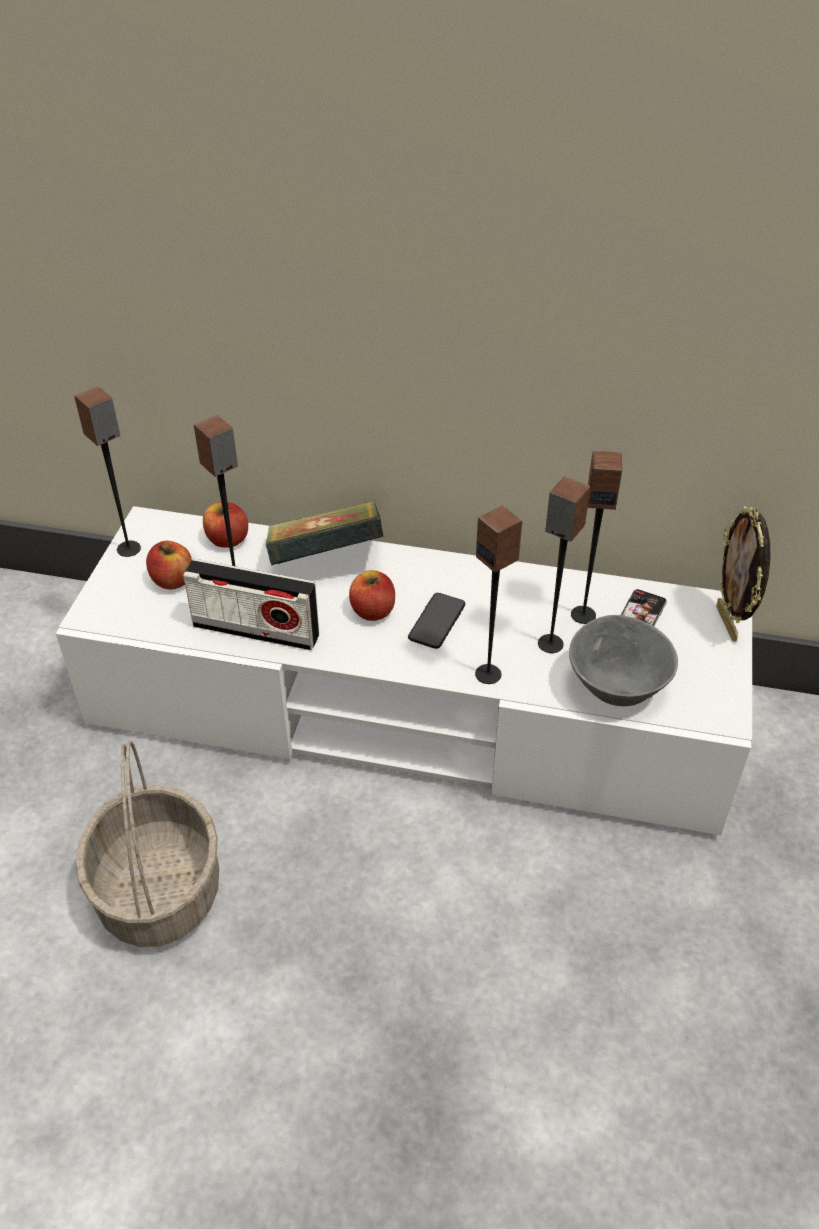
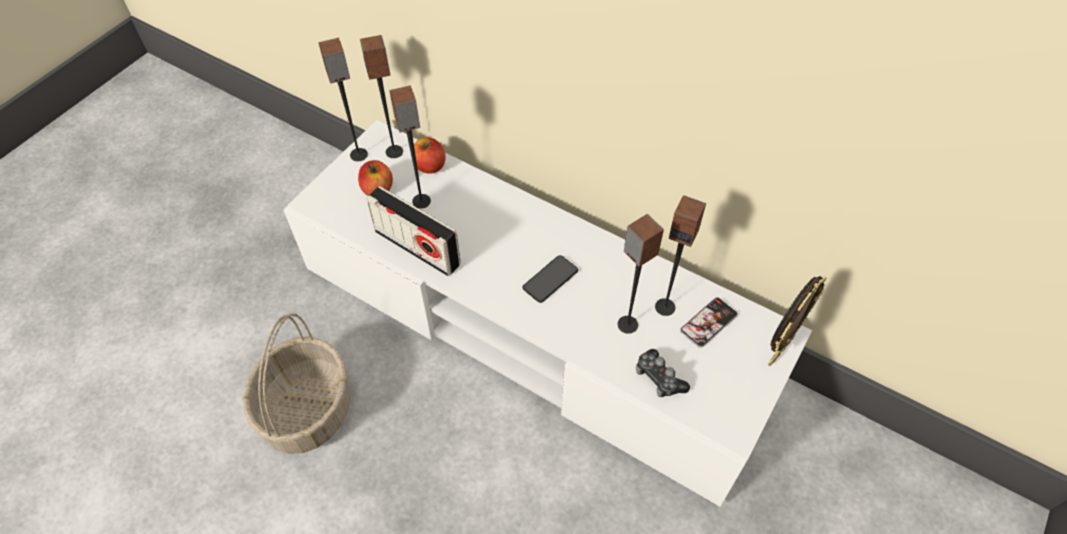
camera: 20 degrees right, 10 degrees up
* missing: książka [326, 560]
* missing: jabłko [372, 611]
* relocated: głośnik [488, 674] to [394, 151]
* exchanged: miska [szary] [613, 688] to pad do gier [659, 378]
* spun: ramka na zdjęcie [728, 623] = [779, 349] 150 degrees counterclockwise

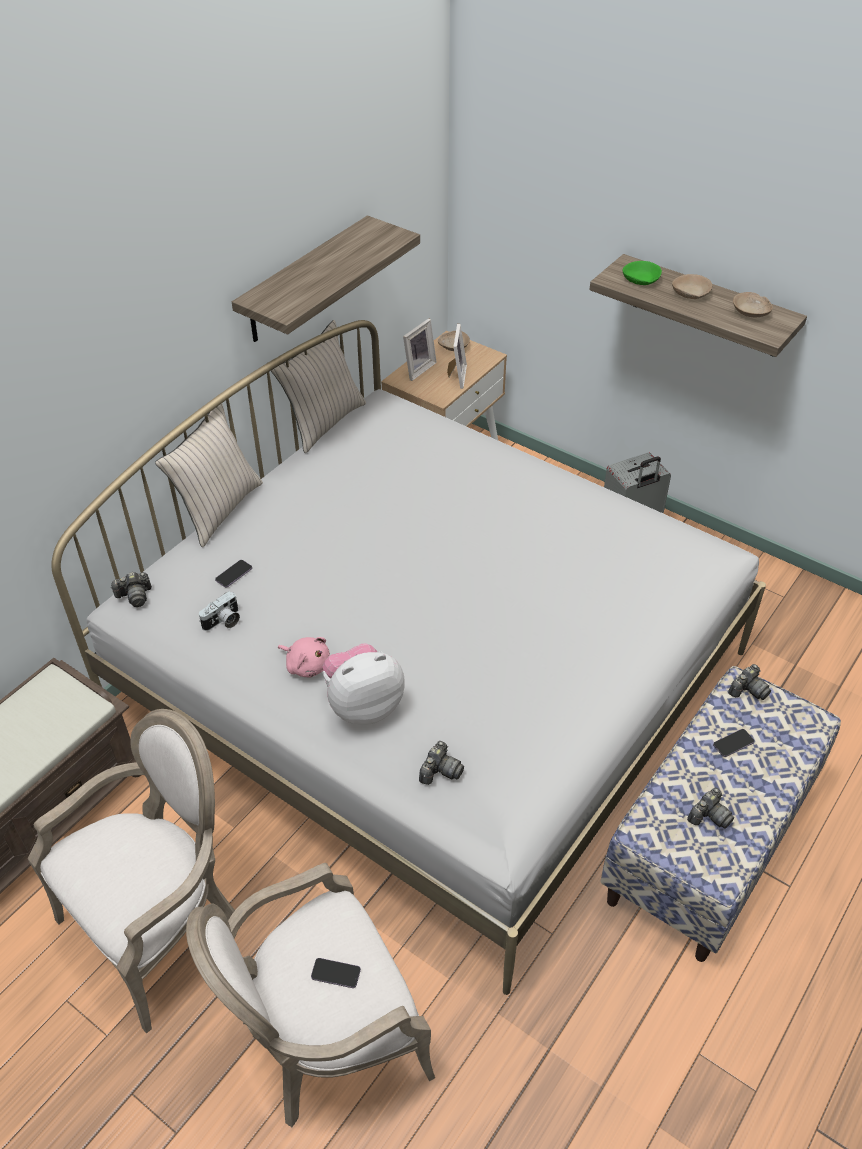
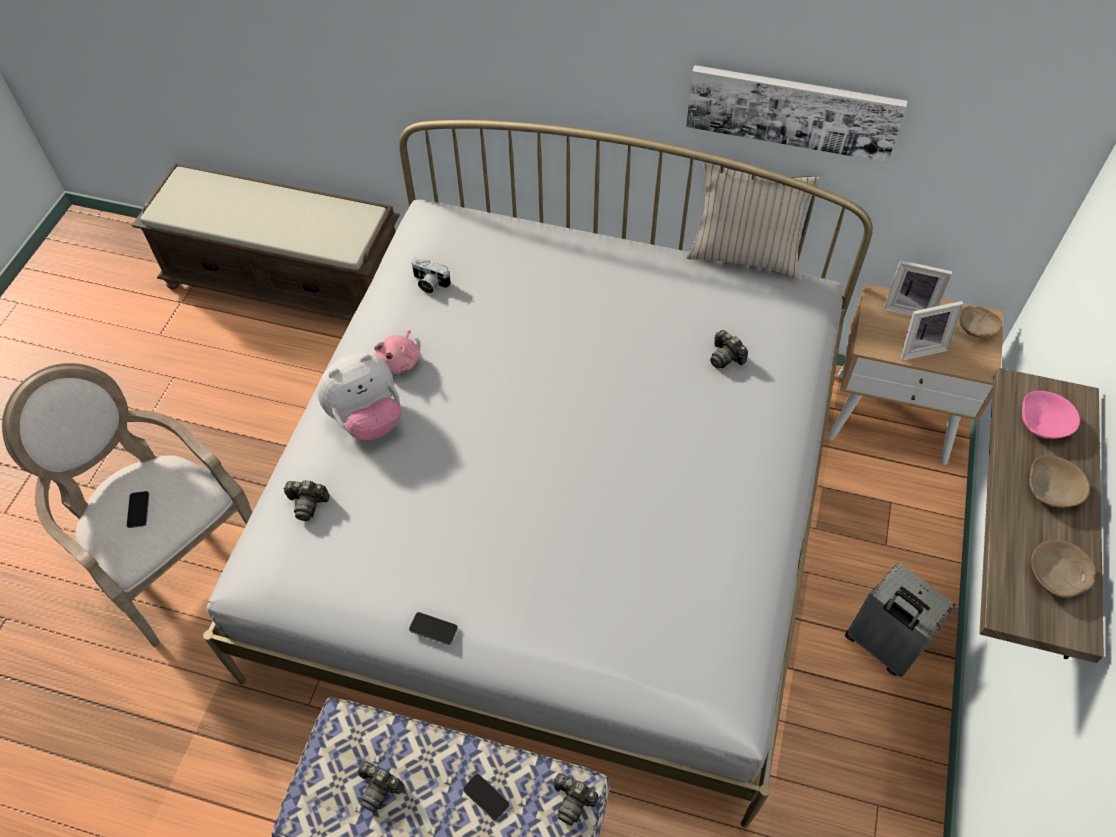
camera: 70 degrees right, 10 degrees up
* missing: fotel [162, 925]
* relocated: aparat fotograficzny [135, 596] to [725, 357]
* missing: poduszka [beżowy] [218, 509]
* relocated: telefon [234, 574] to [433, 629]
* exchanged: półka [305, 280] to obraz [792, 111]
* spun: pluszak [363, 705] = [367, 419] 105 degrees clockwise
* colour: miska [zielony] [641, 280] to miska [różowy] [1043, 423]

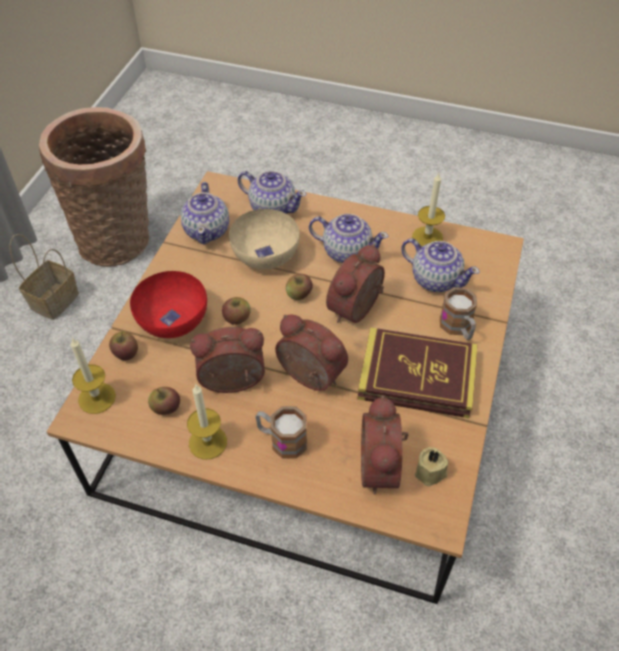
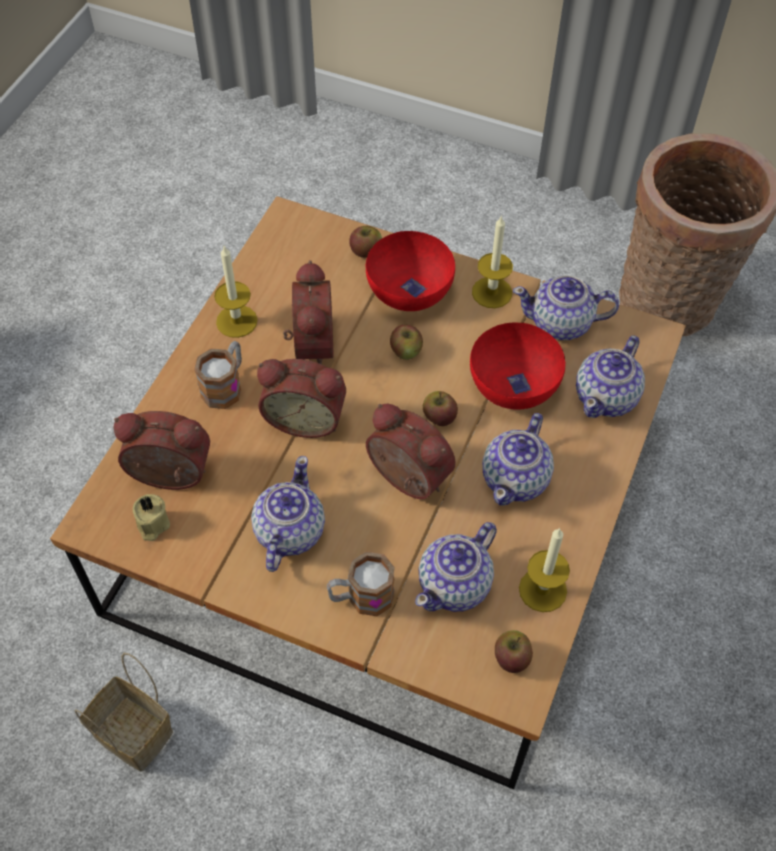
camera: 95 degrees right, 5 degrees up
* relocated: koszyk [55, 299] to [136, 734]
* relocated: świeca [97, 398] to [492, 292]
* relocated: jabłko [166, 408] to [511, 658]
* colour: miska [beżowy] [264, 255] to miska [czerwony] [512, 384]
* spun: budzik [309, 377] = [306, 417] 60 degrees clockwise
* exchanged: książka [417, 376] to imbryk [288, 532]

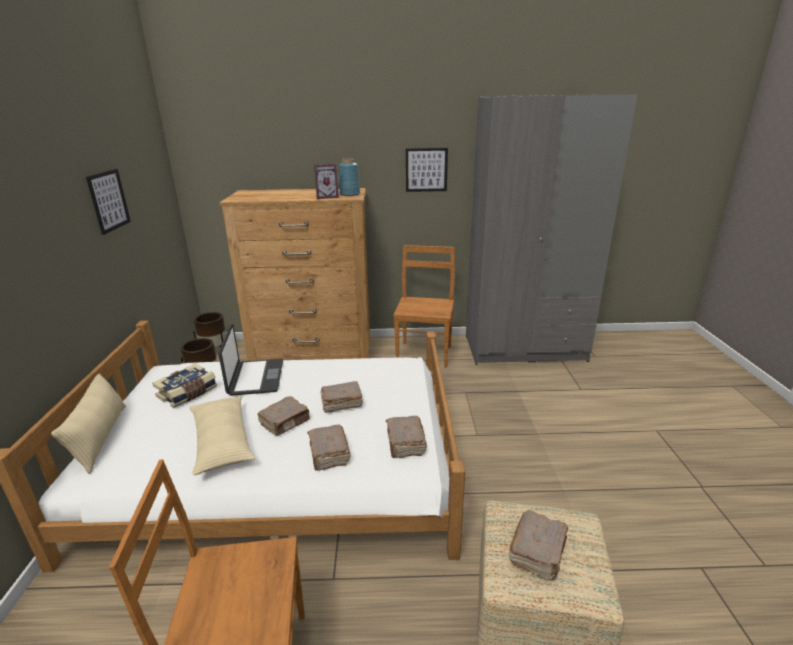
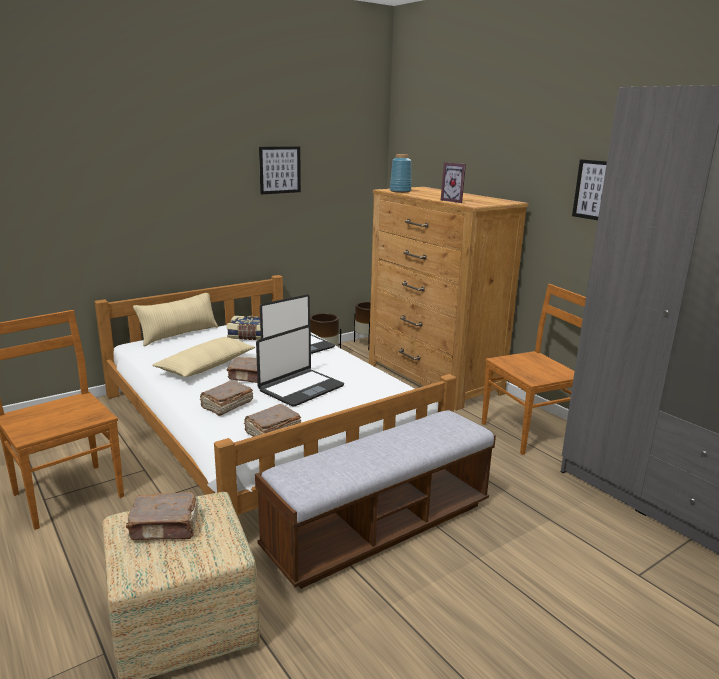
camera: 55 degrees right, 5 degrees down
* exchanged: książka [brązowy] [341, 403] to laptop [300, 388]
* relocated: wazon [niebieski] [349, 194] to [400, 191]
* appeared: ławka [380, 527]

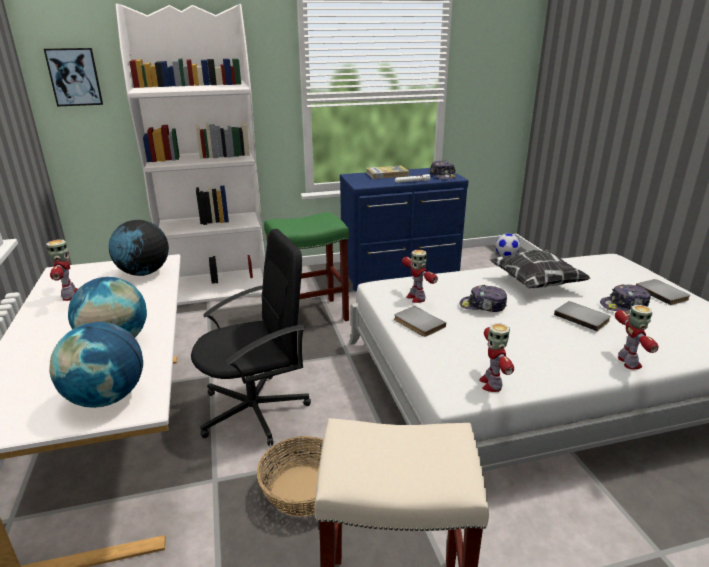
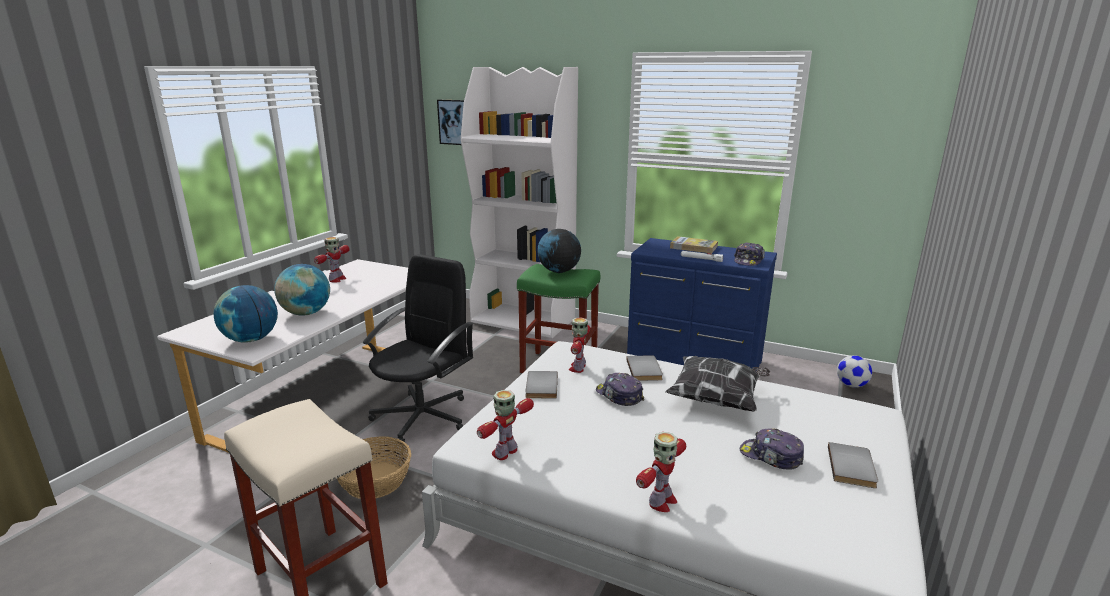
camera: 40 degrees right, 5 degrees down
* relocated: globus [143, 273] to [559, 271]
* spun: krzesło biurowe [czarny] [255, 410] = [423, 416] 75 degrees counterclockwise
* relocated: książka [szary] [582, 317] to [645, 370]

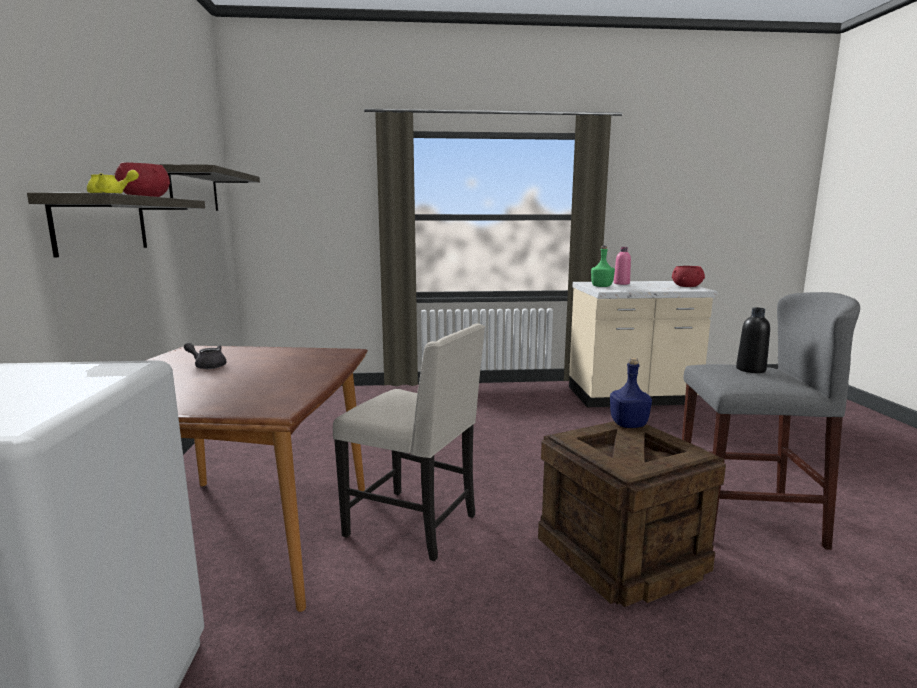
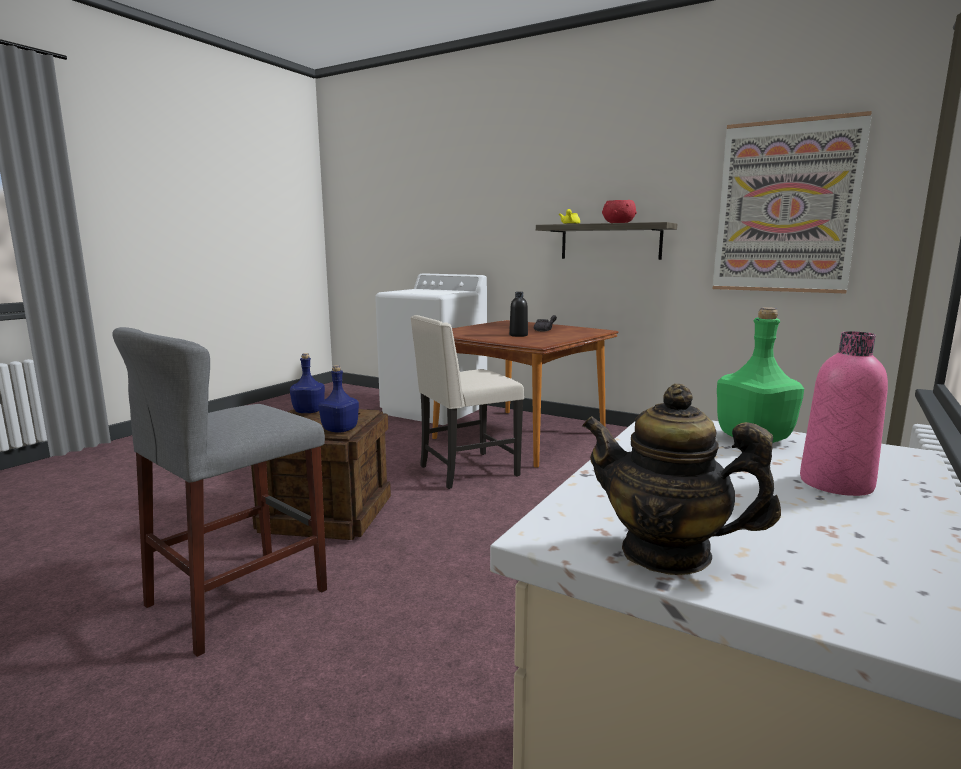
camera: 125 degrees right, 0 degrees up
* exchanged: półka [194, 190] to obraz [785, 207]
* exchanged: miska [czerwony] [687, 286] to imbryk [666, 552]
* relocated: butelka [czarny] [750, 370] to [518, 335]
* appeared: butelka [niebieski] [308, 411]

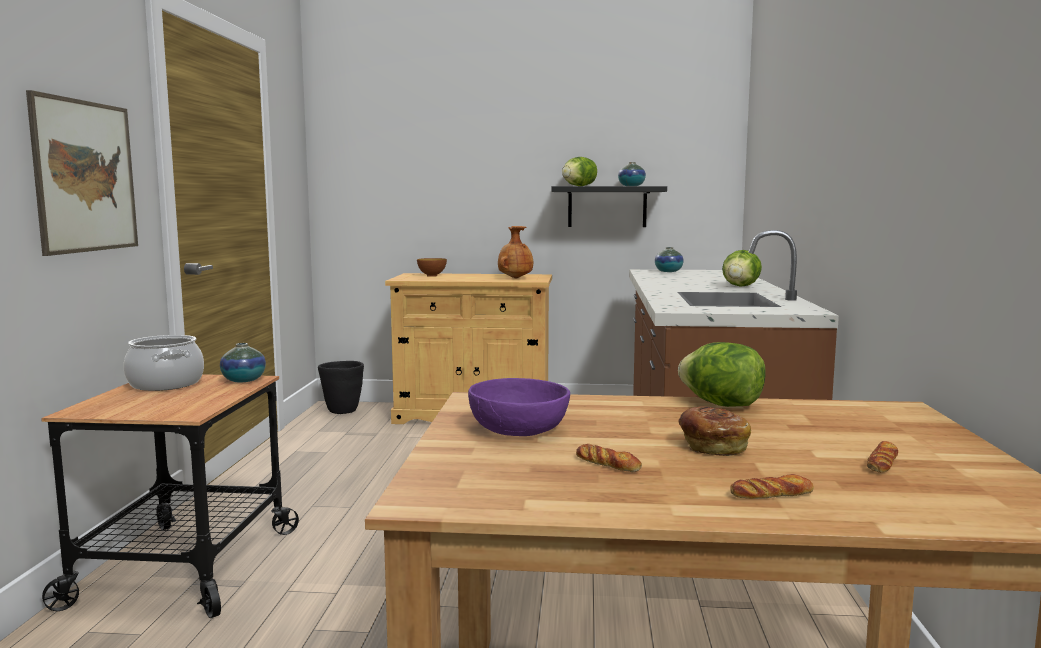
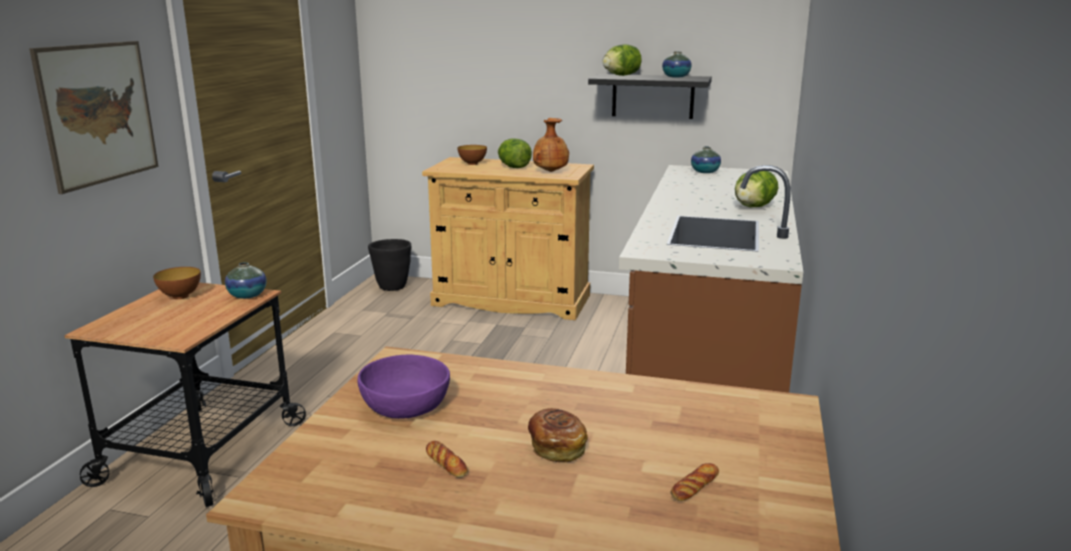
camera: 10 degrees right, 10 degrees up
* exchanged: garnek [165, 384] to miska [180, 296]
* relocated: sałata [721, 404] to [514, 167]
* missing: chleb [771, 494]

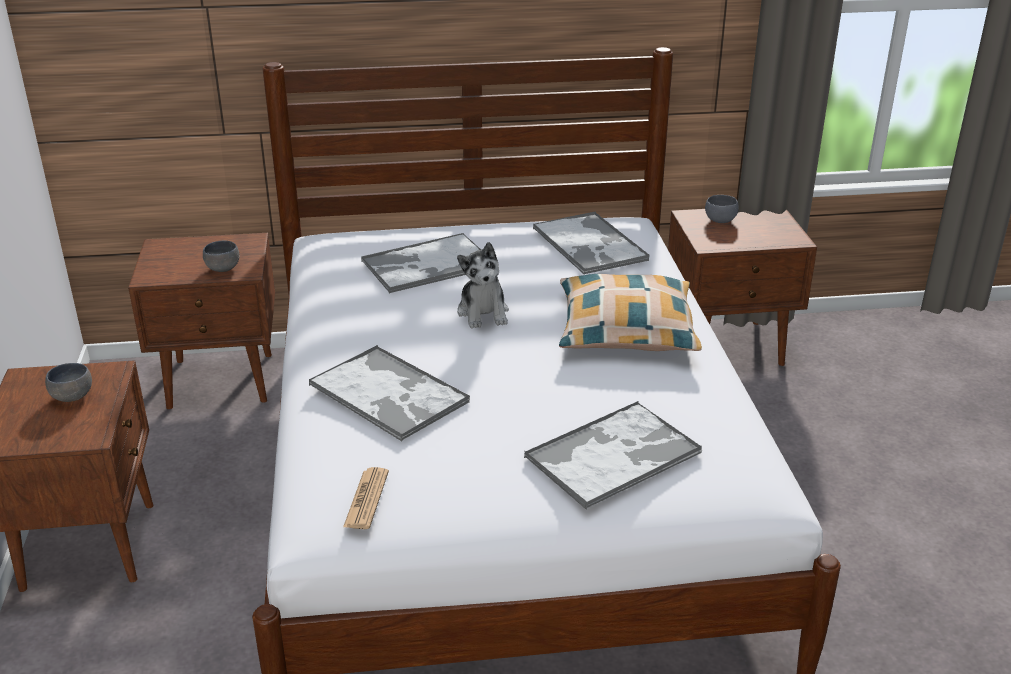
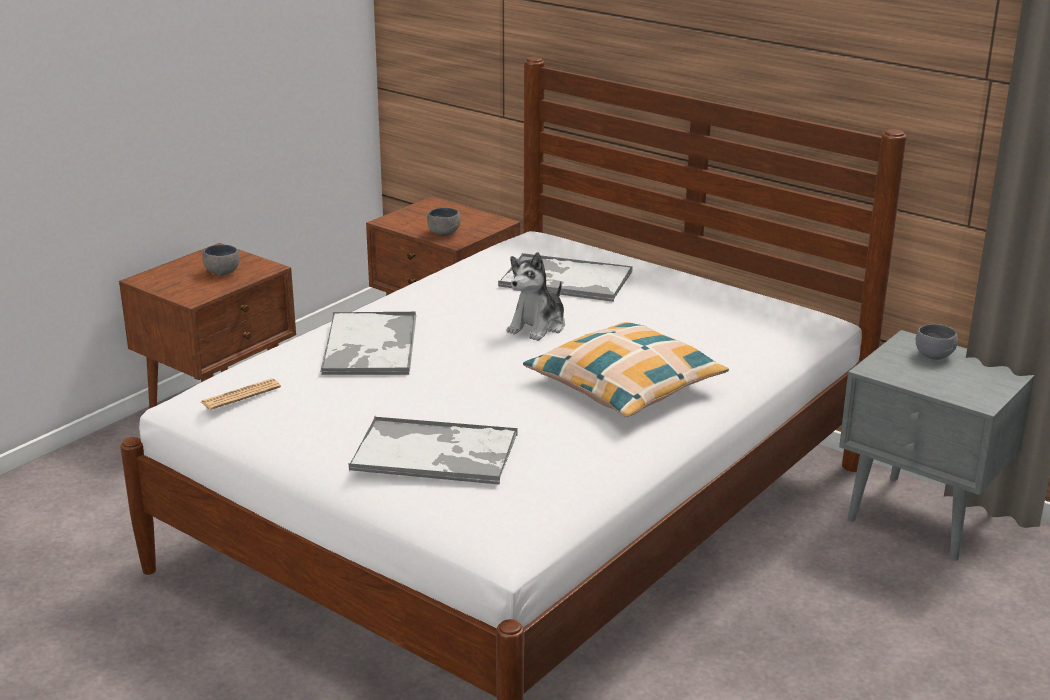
camera: 45 degrees right, 5 degrees down
* missing: taca [590, 245]
* colour: szafka nocna [brązowy] [729, 346] to szafka nocna [szary] [924, 518]

